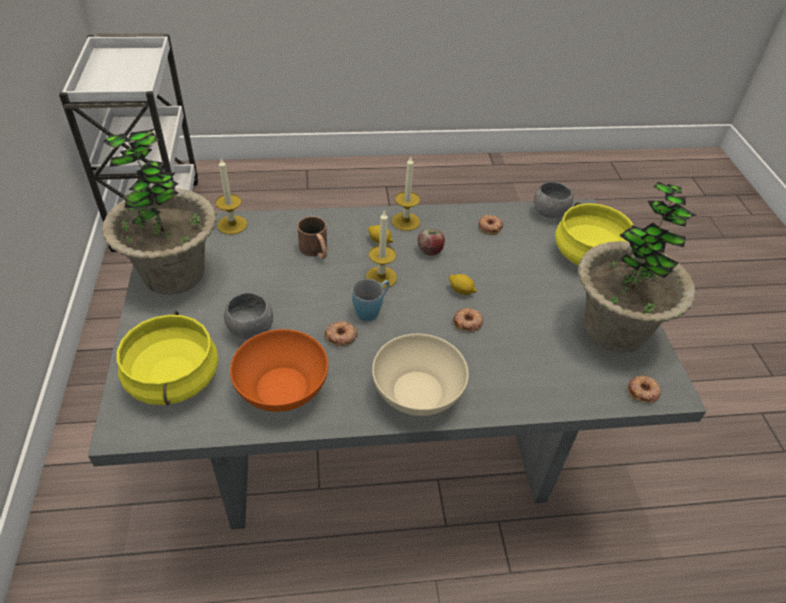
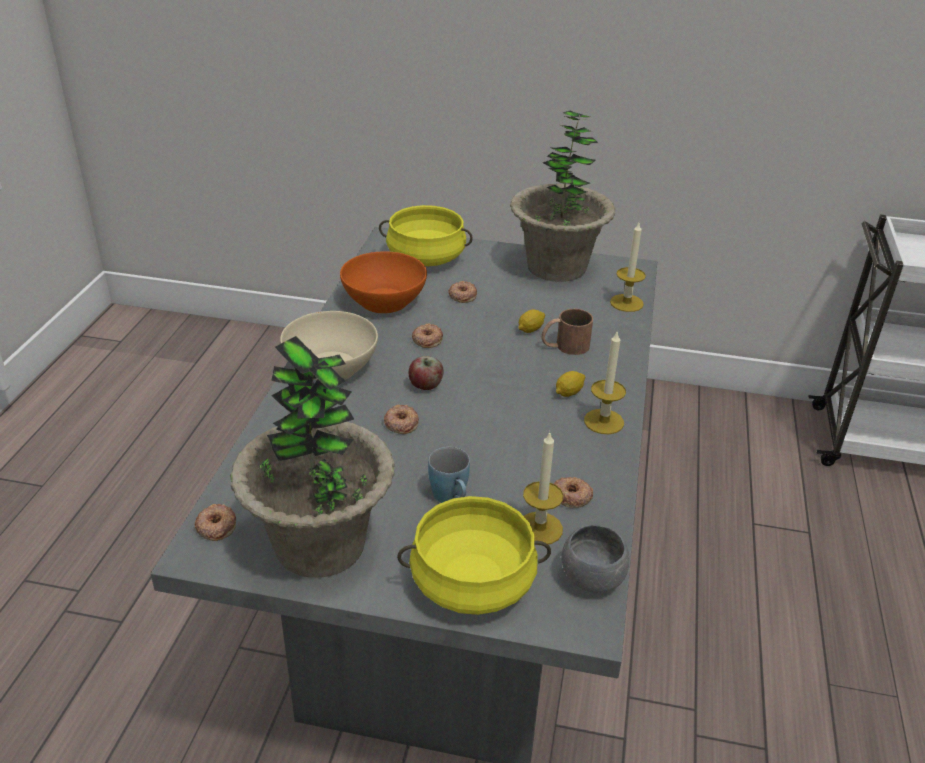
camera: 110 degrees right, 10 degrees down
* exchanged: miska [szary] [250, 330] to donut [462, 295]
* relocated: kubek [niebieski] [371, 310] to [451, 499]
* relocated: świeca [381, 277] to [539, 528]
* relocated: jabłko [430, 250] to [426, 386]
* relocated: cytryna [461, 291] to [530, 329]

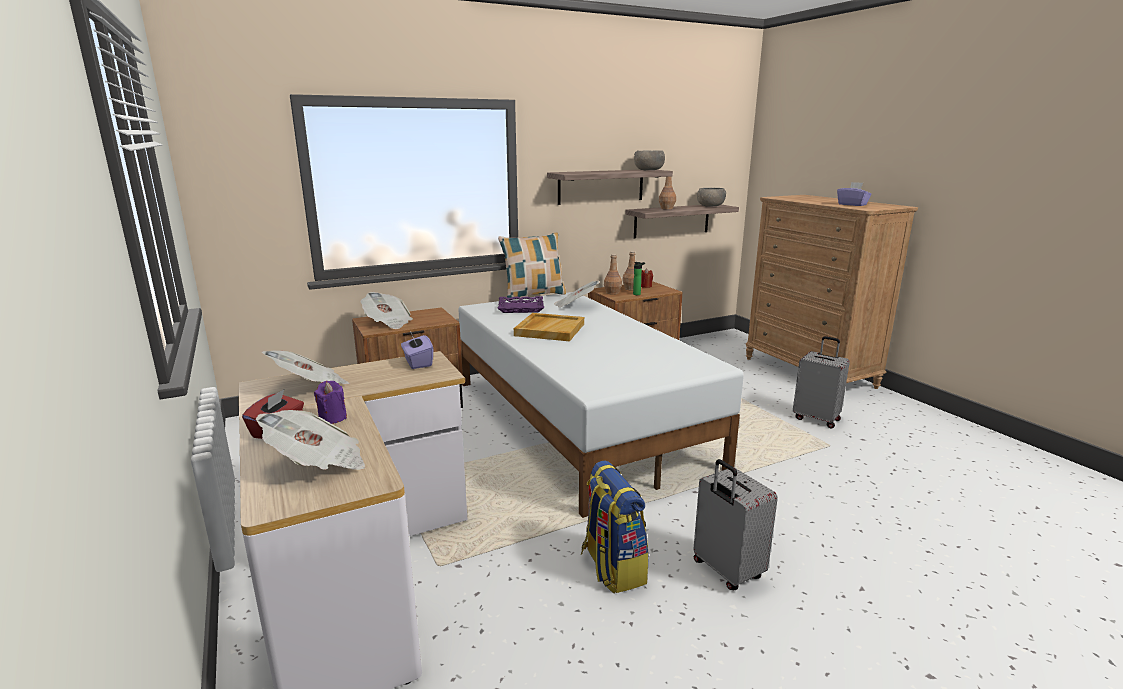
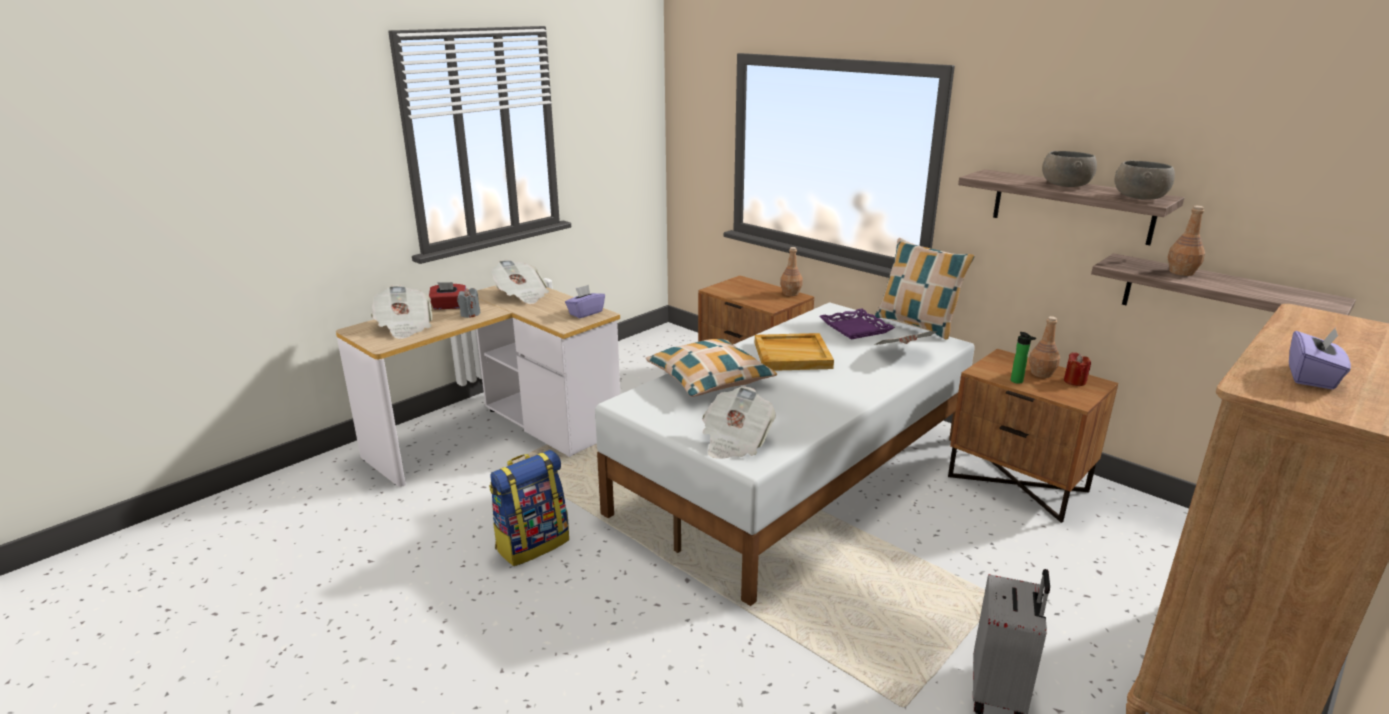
camera: 70 degrees right, 5 degrees up
* colour: świeca [fioletowy] [332, 418] to świeca [szary] [470, 314]
* relocated: gazeta [388, 323] to [735, 442]
* relocated: butelka [brązowy] [612, 292] to [790, 293]
* missing: walizka [szary] [726, 571]
* relocated: miska [szary] [710, 206] to [1065, 185]
* appeared: poduszka [710, 379]

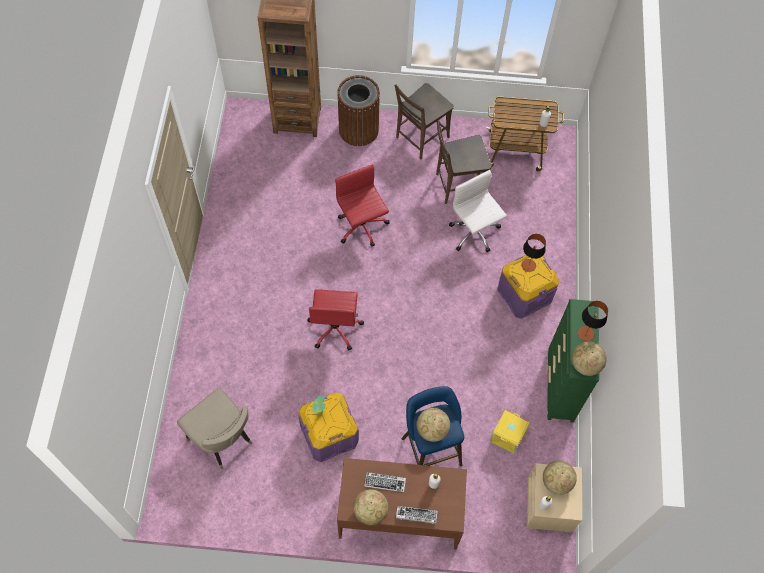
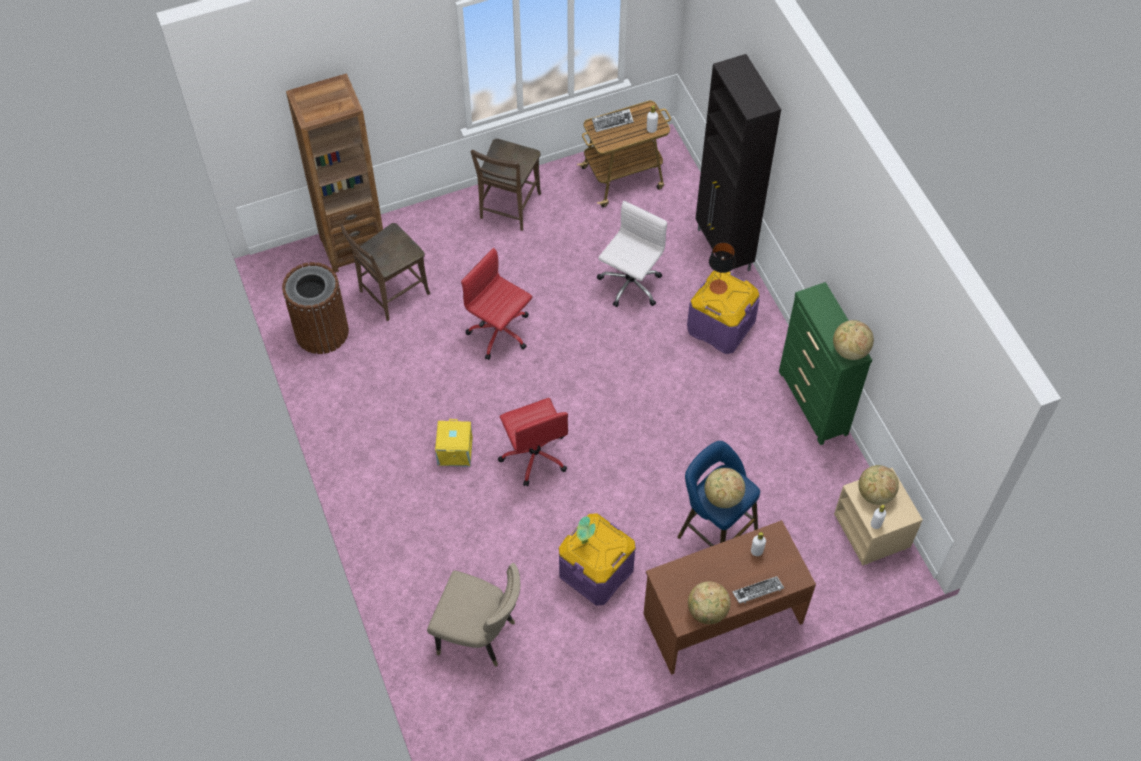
camera: 25 degrees left, 5 degrees down
* relocated: kosz na śmieci [brązowy] [358, 130] to [322, 332]
* relocated: klawiatura [385, 482] to [612, 122]
* relocated: krzesło [brązowy] [457, 185] to [391, 294]
* spun: krzesło biurowe [biały] [474, 233] = [629, 285] 90 degrees clockwise
* relocated: pojemnik do przechowywania [żółty] [508, 437] to [456, 452]
* missing: lampa stołowa [586, 333]
* appeared: szafka [czarny] [723, 251]

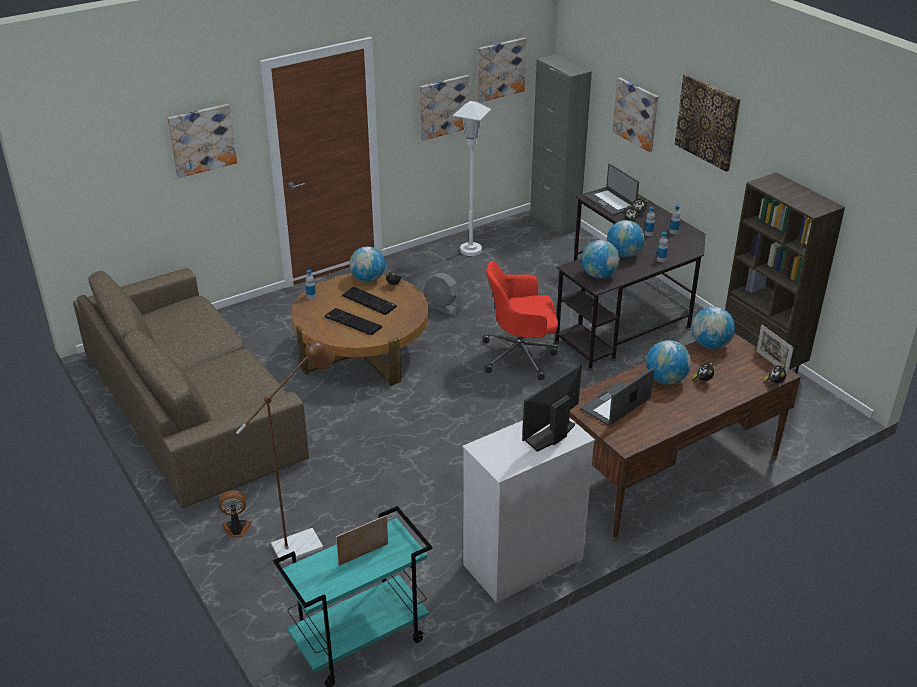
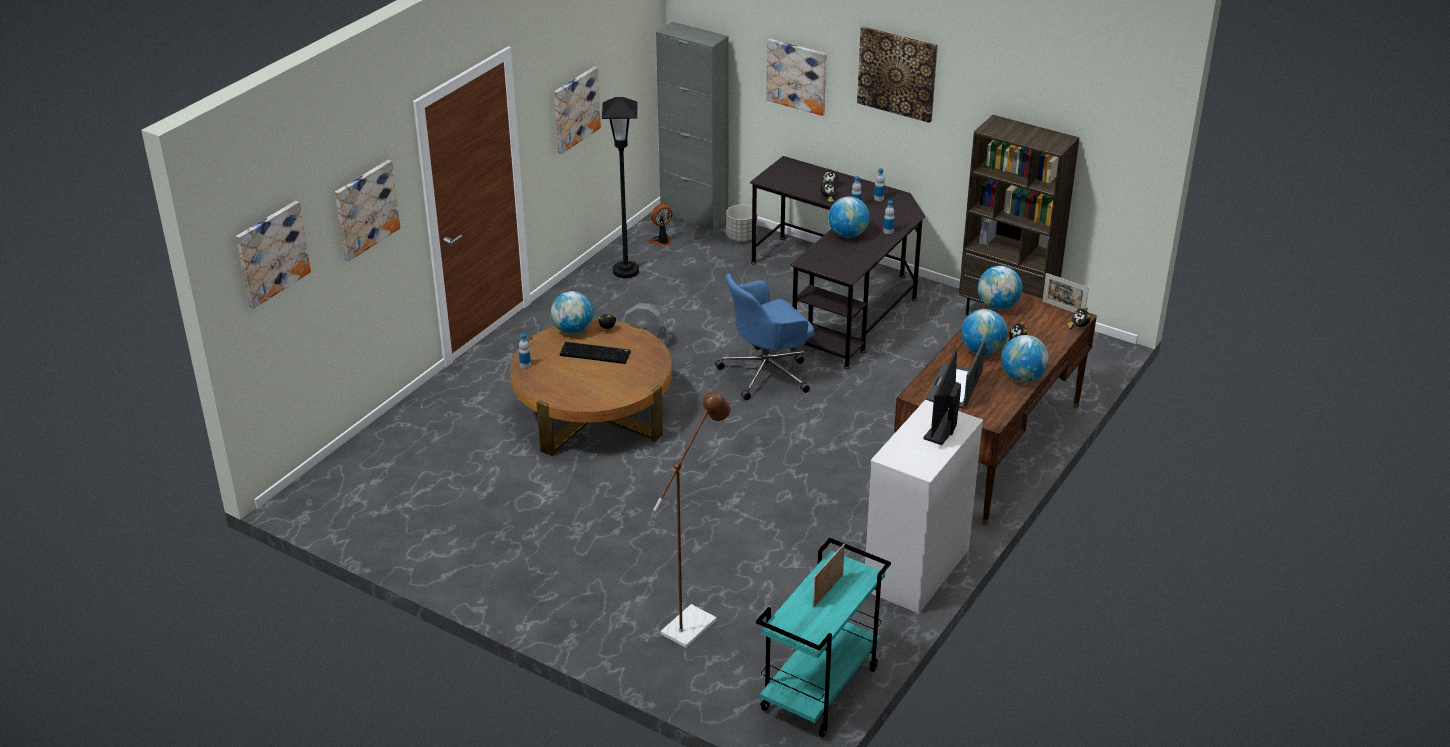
camera: 25 degrees left, 0 degrees up
* missing: kanapa [brązowy] [193, 406]
* relocated: wentylator [236, 529] to [661, 241]
* missing: klawiatura [352, 322]
* colour: lampa stojąca [biały] [470, 250] to lampa stojąca [czarny] [626, 271]
* relocated: obraz [500, 69] to [272, 253]
* colour: krzesło biurowe [czerwony] [520, 356] to krzesło biurowe [niebieski] [767, 373]
* relocated: globus [599, 275] to [1022, 377]
* missing: laptop [610, 202]
* appeared: donica [szary] [741, 237]

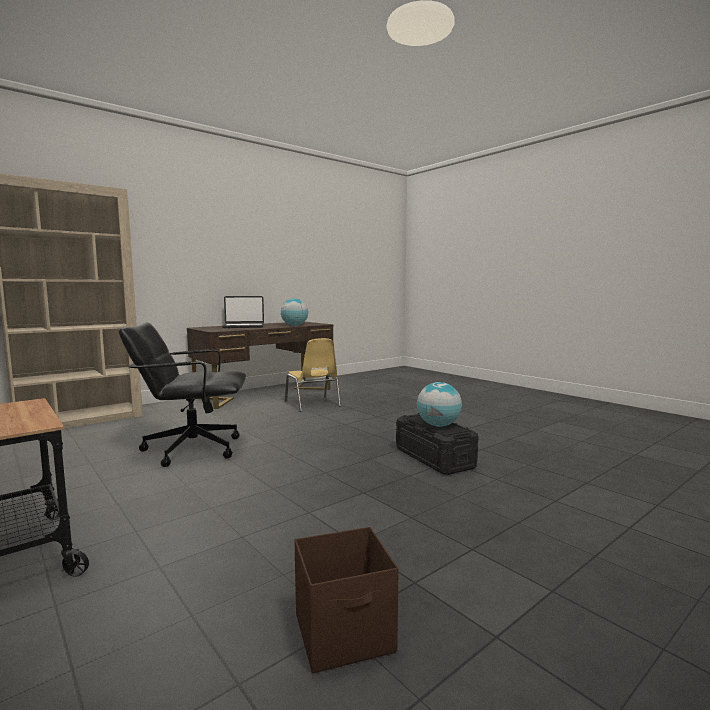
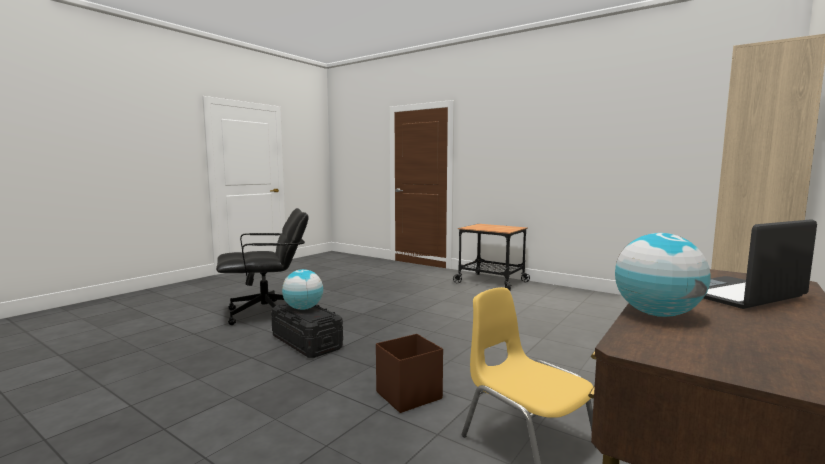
camera: 165 degrees right, 0 degrees up
* relocated: krzesło biurowe [czarny] [191, 449] to [267, 313]
* relocated: pojemnik do przechowywania [brązowy] [345, 634] to [407, 395]

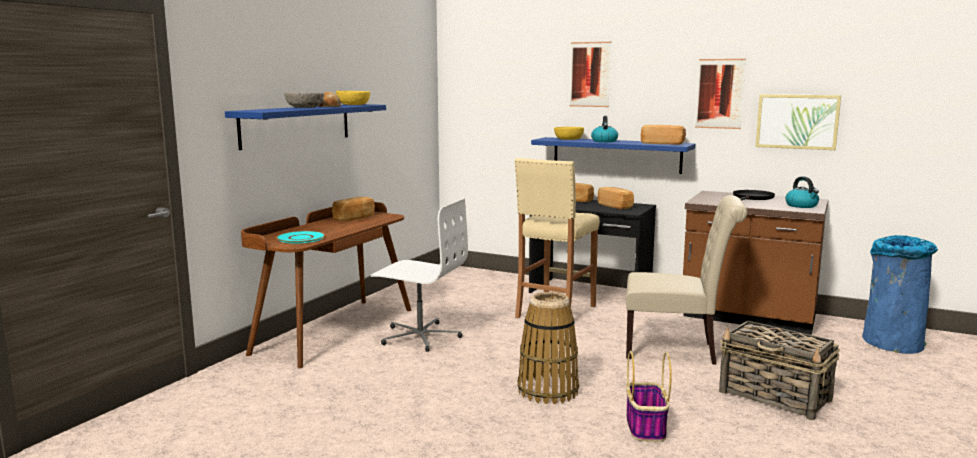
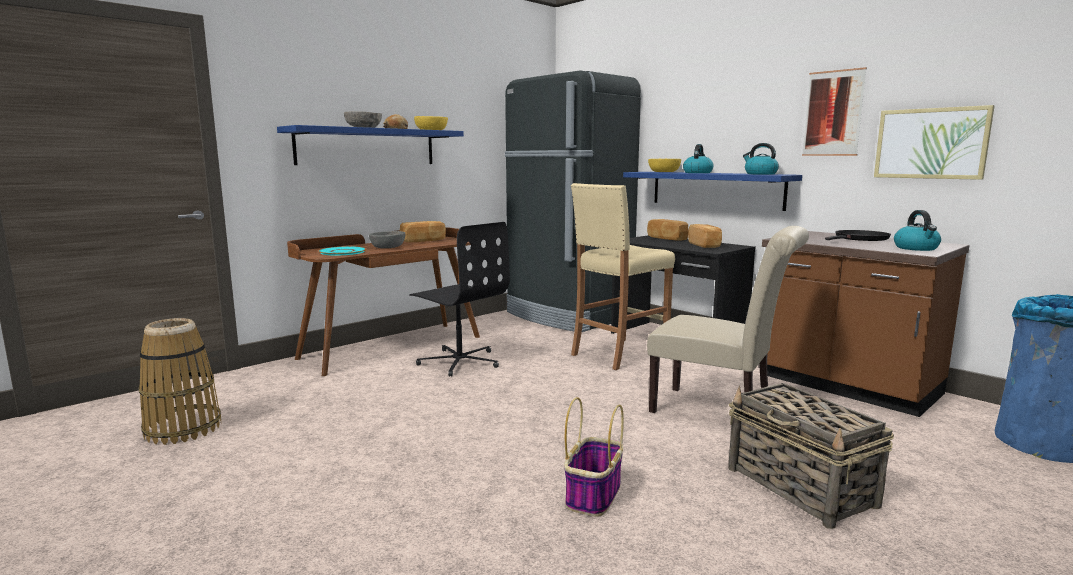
camera: 20 degrees right, 0 degrees up
* colour: krzesło biurowe [biały] [420, 336] to krzesło biurowe [czarny] [460, 361]
* relocated: koszyk [547, 390] to [183, 429]
* missing: obraz [590, 74]
* exchanged: chleb [662, 143] to czajnik [760, 174]
* appeared: miska [szary] [387, 247]
* appeared: lodówka [czarny] [567, 316]

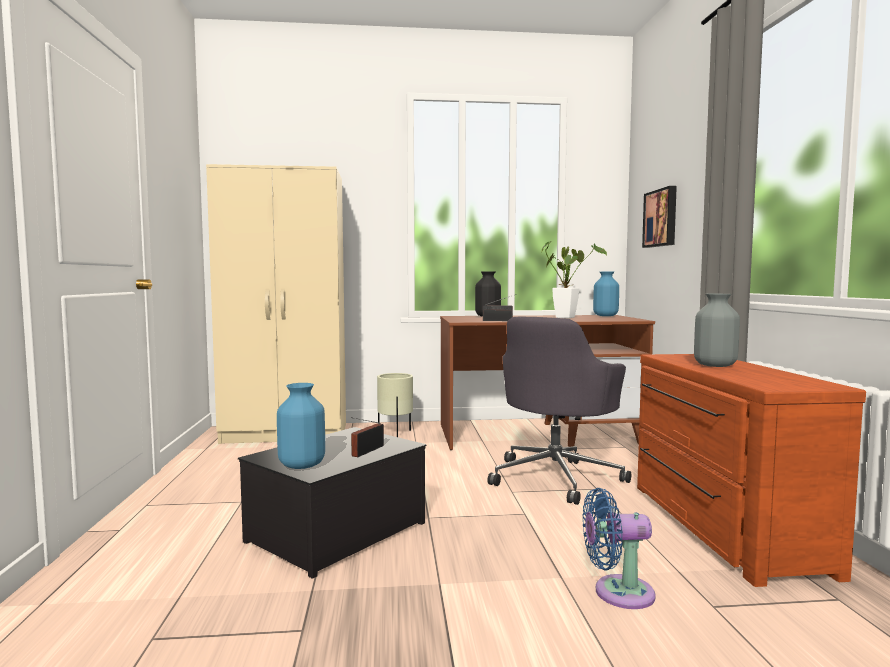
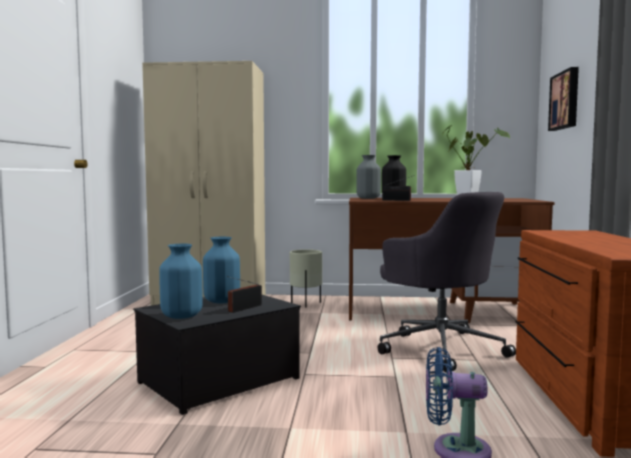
camera: 10 degrees right, 0 degrees up
* spun: krzesło biurowe [szary] [556, 477] = [440, 348] 75 degrees counterclockwise
* relocated: wazon [niebieski] [606, 316] to [222, 301]
* relocated: wazon [szary] [714, 365] to [368, 198]

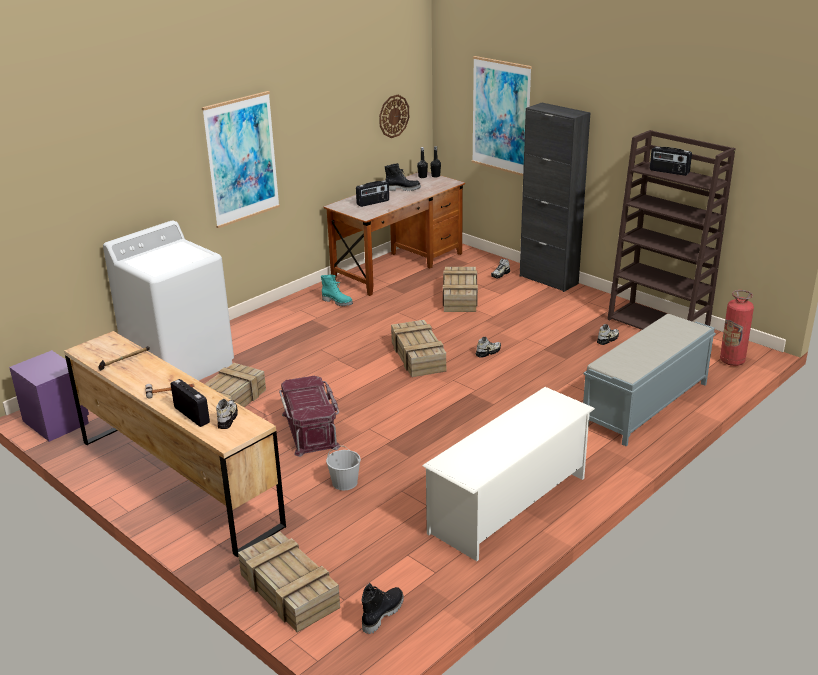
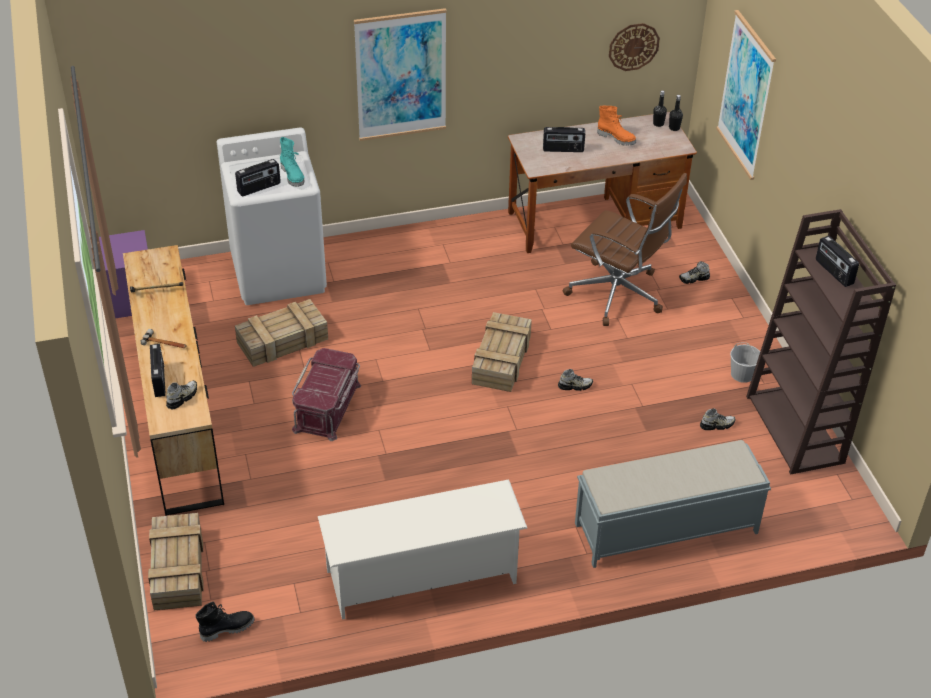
camera: 30 degrees right, 15 degrees up
* relocated: but z cholewką [turkusowy] [338, 302] to [293, 175]
* relocated: wiadro [biały] [344, 482] to [742, 374]
* colour: but z cholewką [czarny] [403, 189] to but z cholewką [pomarańczowy] [616, 138]
* exchanged: skrzynka [460, 297] to krzesło biurowe [brązowy] [618, 295]
* missing: szafka [czarny] [548, 280]
* missing: gaśnica [732, 361]
* appeared: radio [259, 188]

